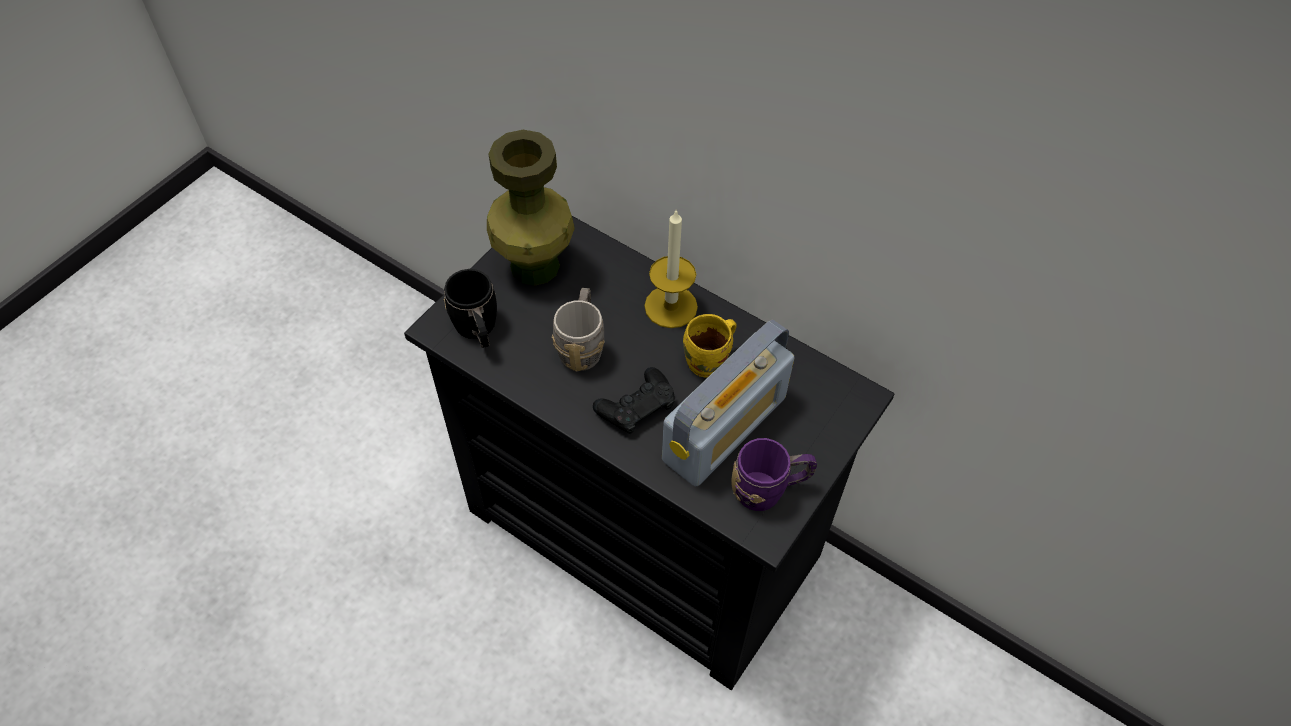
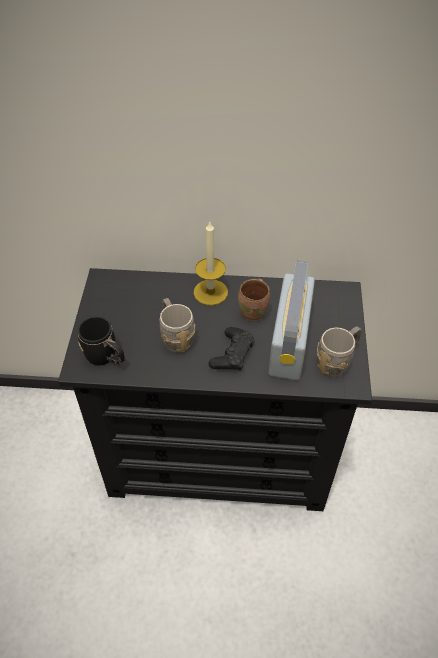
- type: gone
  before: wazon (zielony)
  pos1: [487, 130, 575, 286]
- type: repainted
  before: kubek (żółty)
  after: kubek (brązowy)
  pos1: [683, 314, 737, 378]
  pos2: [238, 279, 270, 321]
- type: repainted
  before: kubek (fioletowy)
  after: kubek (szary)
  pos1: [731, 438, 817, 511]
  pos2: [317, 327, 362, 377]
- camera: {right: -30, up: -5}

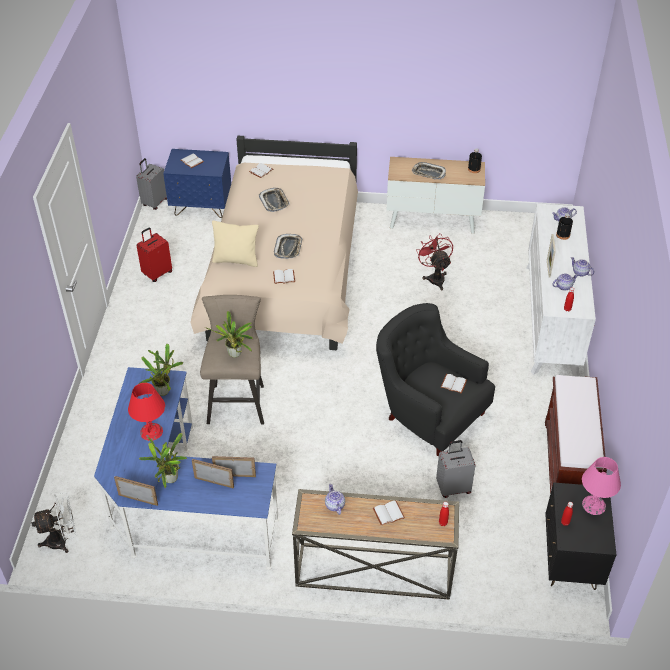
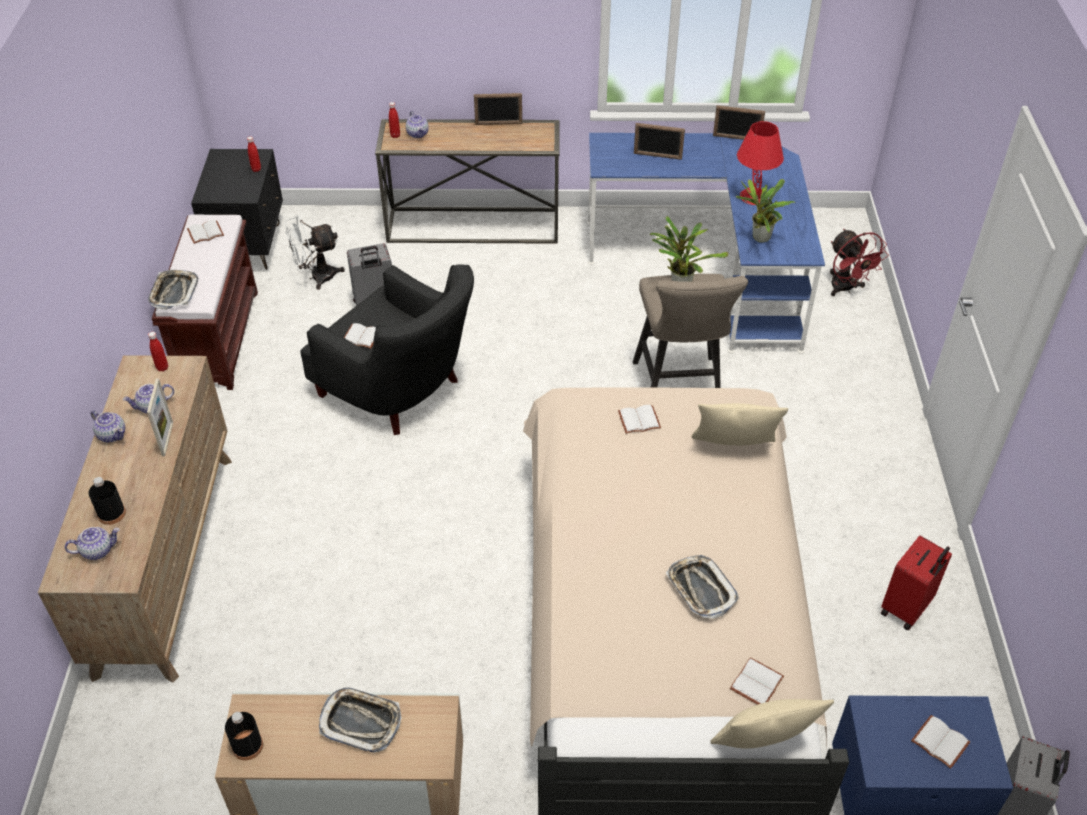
- type: gone
  before: roślina doniczkowa
  pos1: [139, 433, 187, 488]
- type: gone
  before: lampa stołowa (różowy)
  pos1: [582, 457, 621, 515]
- type: new
  after: poduszka (beżowy)
  pos2: [710, 699, 834, 749]
- type: shifted
  before: wentylator (biały)
  pos1: [31, 493, 76, 553]
  pos2: [284, 215, 345, 290]
- type: shifted
  before: ramka na zdjęcie
  pos1: [212, 456, 256, 477]
  pos2: [474, 93, 522, 125]
- type: shifted
  before: taca
  pos1: [274, 234, 303, 259]
  pos2: [148, 270, 198, 310]
- type: shifted
  before: imbryk
  pos1: [325, 484, 345, 515]
  pos2: [406, 111, 429, 138]
- type: shifted
  before: książka (biały)
  pos1: [373, 501, 405, 526]
  pos2: [187, 220, 224, 244]
- type: shifted
  before: wentylator (czerwony)
  pos1: [416, 233, 453, 290]
  pos2: [830, 229, 889, 296]
- type: repainted
  before: komoda (biały)
  after: komoda (brązowy)
  pos1: [526, 204, 596, 377]
  pos2: [38, 355, 232, 683]
- camera: {right: 175, up: 0}

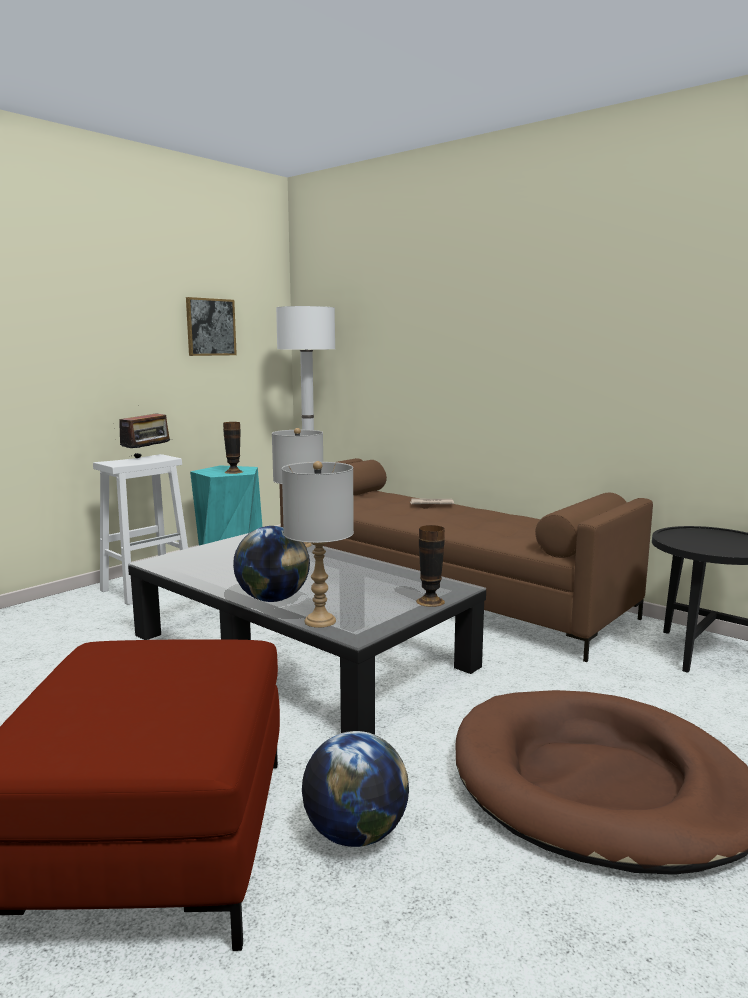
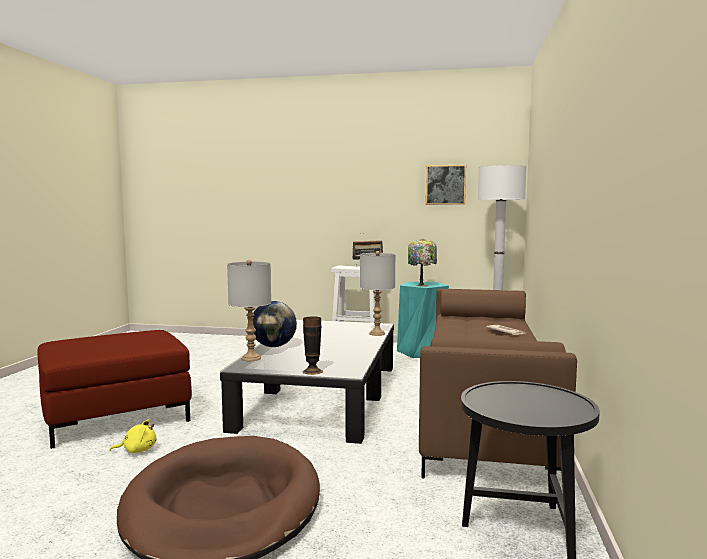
- type: swapped
  before: wazon
  after: lampa stołowa
  pos1: [223, 422, 243, 474]
  pos2: [408, 239, 437, 286]
- type: swapped
  before: globus
  after: pluszak (żółty)
  pos1: [302, 731, 409, 847]
  pos2: [109, 419, 157, 453]
- camera: {right: 60, up: -5}

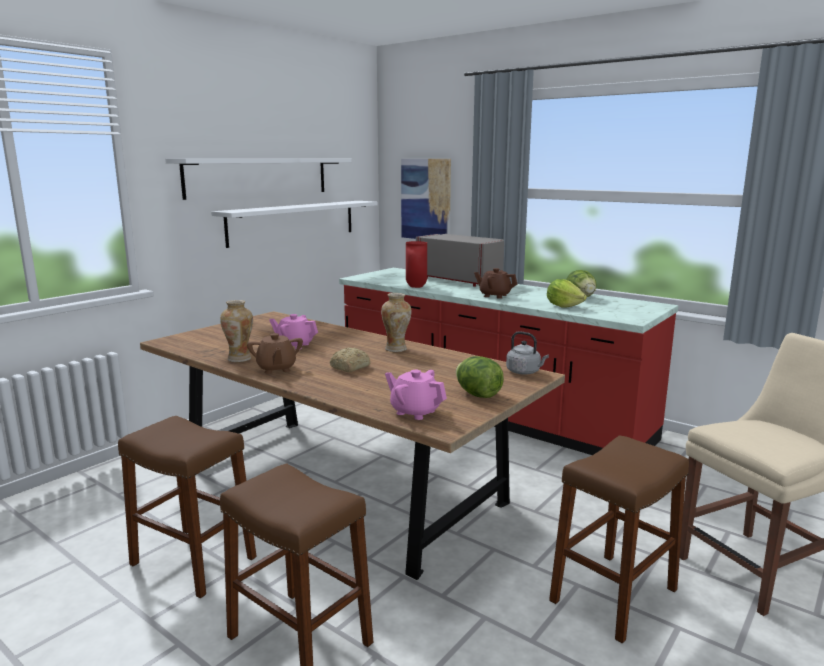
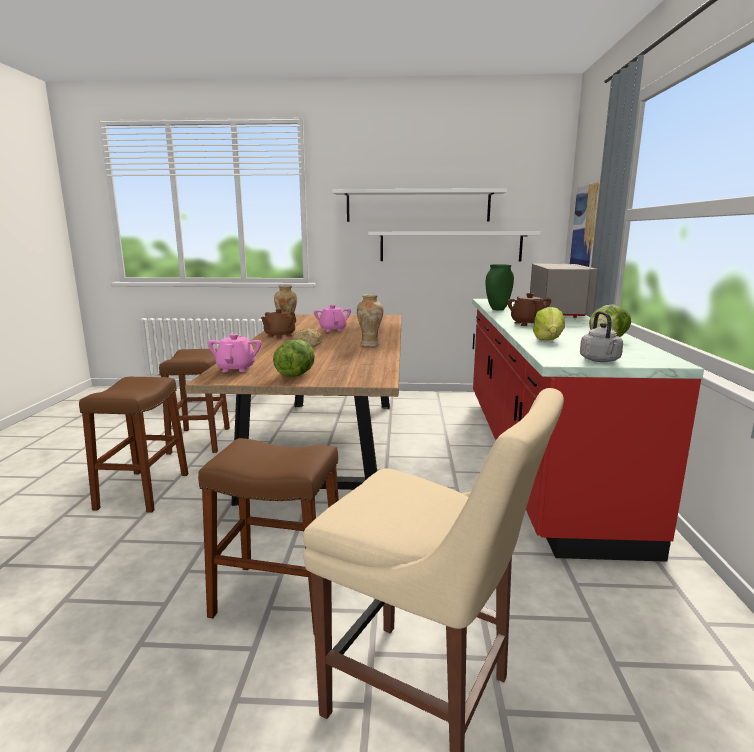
- type: shifted
  before: czajnik (szary)
  pos1: [506, 331, 549, 375]
  pos2: [580, 311, 623, 362]
- type: repainted
  before: wazon (czerwony)
  after: wazon (zielony)
  pos1: [406, 241, 427, 288]
  pos2: [485, 264, 514, 311]
- camera: {right: 55, up: 0}

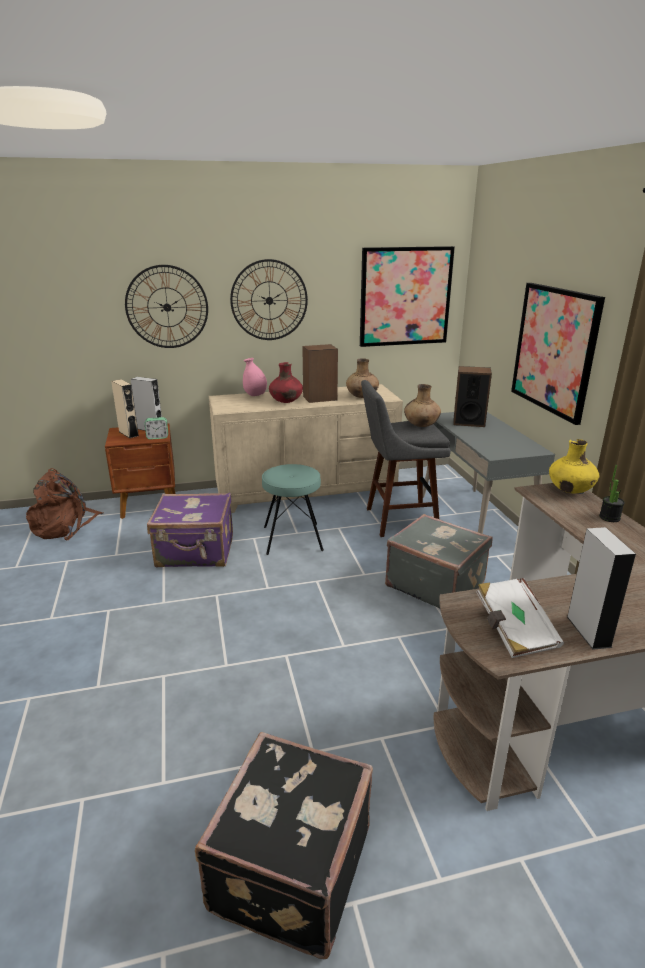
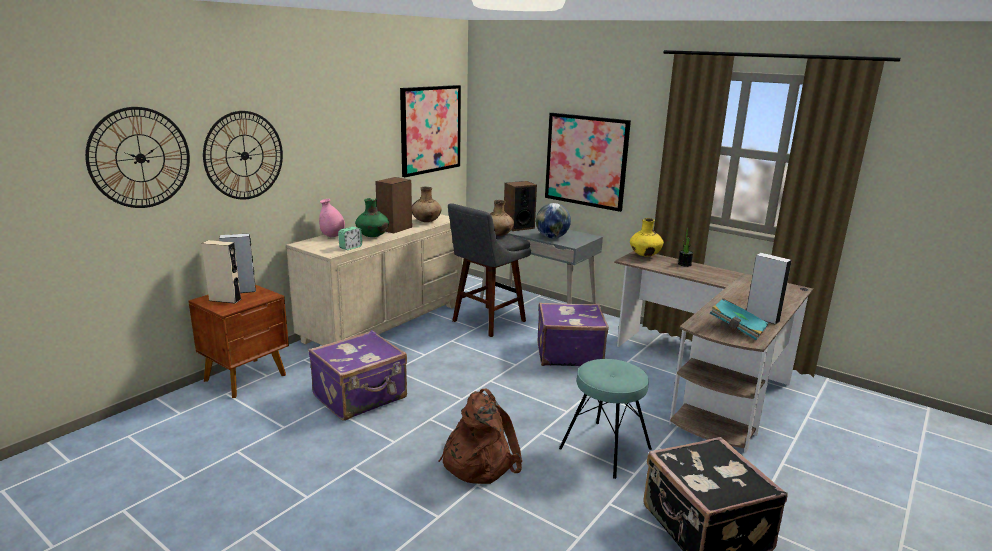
- type: new
  after: globus
  pos2: [536, 203, 571, 238]
- type: shifted
  before: plecak (brązowy)
  pos1: [26, 468, 104, 540]
  pos2: [438, 389, 522, 484]
- type: shifted
  before: budzik
  pos1: [145, 417, 168, 440]
  pos2: [338, 227, 362, 250]
- type: shifted
  before: zegar ścienny
  pos1: [230, 259, 308, 340]
  pos2: [85, 107, 190, 208]
- type: shifted
  before: stołek (turkusowy)
  pos1: [262, 464, 324, 555]
  pos2: [559, 359, 652, 479]
- type: repainted
  before: wazon (czerwony)
  after: wazon (zielony)
  pos1: [269, 362, 303, 403]
  pos2: [355, 198, 389, 237]
- type: repainted
  before: walizka (szary)
  after: walizka (fioletowy)
  pos1: [385, 514, 493, 609]
  pos2: [538, 303, 609, 366]
- type: repainted
  before: książka (biały)
  after: książka (turkusowy)
  pos1: [477, 578, 564, 658]
  pos2: [710, 298, 768, 340]
- camera: {right: -40, up: -5}

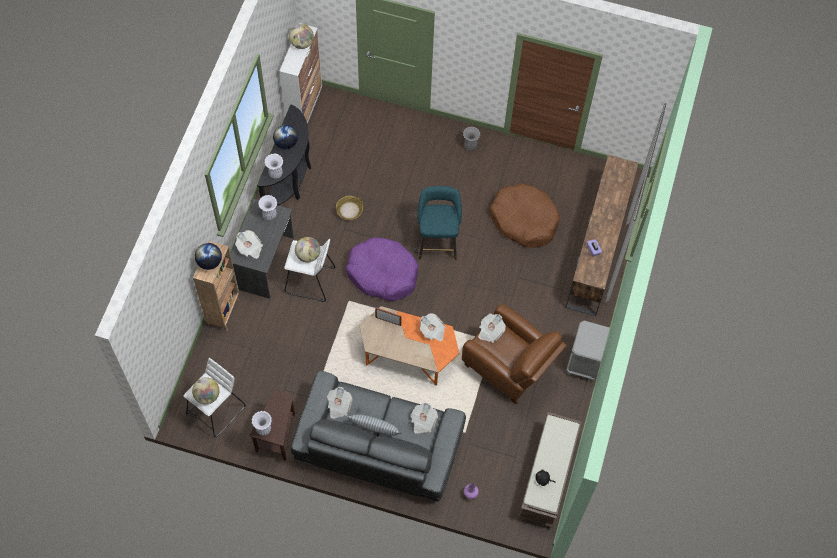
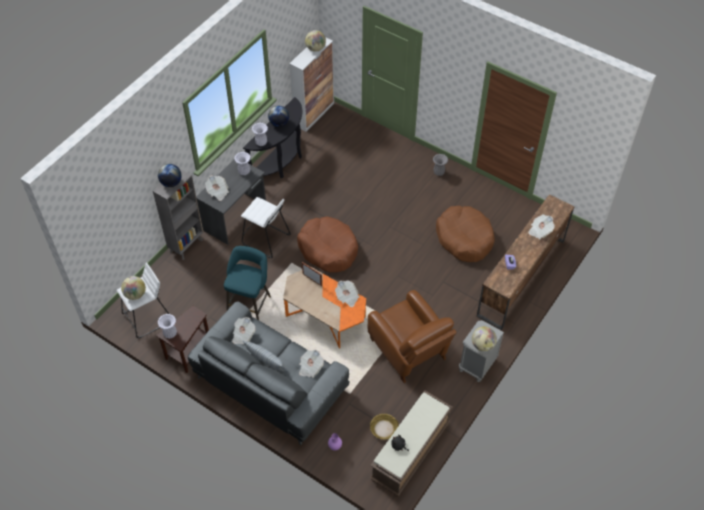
- type: shifted
  before: globus
  pos1: [295, 237, 320, 263]
  pos2: [472, 326, 497, 351]
- type: shifted
  before: koszyk
  pos1: [336, 196, 363, 220]
  pos2: [370, 414, 398, 439]
- type: shifted
  before: stołek (turkusowy)
  pos1: [417, 186, 462, 260]
  pos2: [224, 246, 271, 320]
- type: shifted
  before: gazeta
  pos1: [478, 314, 506, 343]
  pos2: [528, 214, 555, 239]
- type: repainted
  before: regał (brązowy)
  after: regał (szary)
  pos1: [193, 241, 240, 331]
  pos2: [153, 168, 203, 260]
- type: repainted
  before: legowisko (fioletowy)
  after: legowisko (brązowy)
  pos1: [346, 237, 419, 301]
  pos2: [297, 216, 358, 273]
- camera: {right: 20, up: -10}

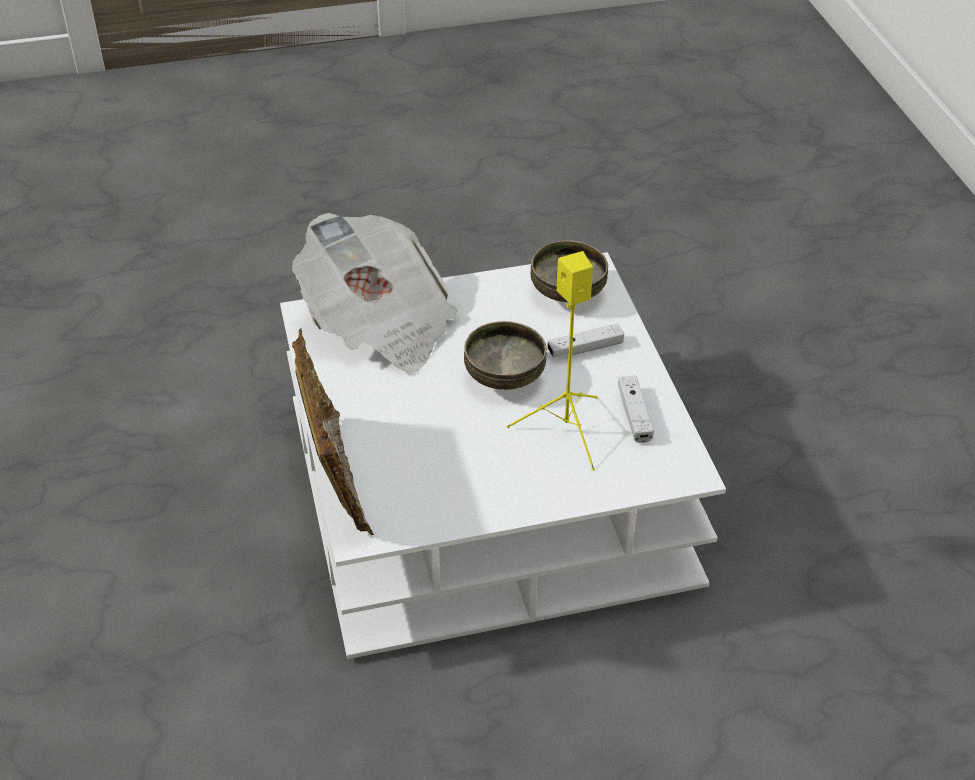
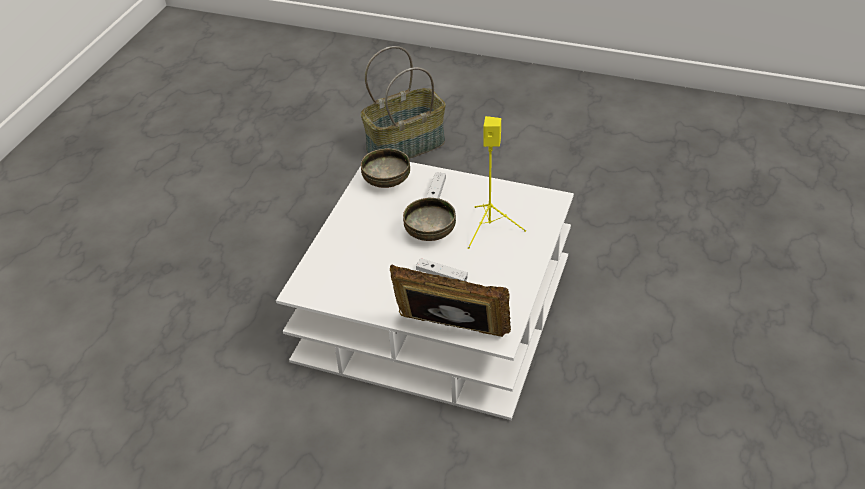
- type: gone
  before: gazeta
  pos1: [292, 213, 458, 373]
- type: new
  after: koszyk
  pos2: [361, 46, 446, 159]
- type: shifted
  before: pad do gier (biały)
  pos1: [618, 376, 654, 443]
  pos2: [416, 258, 468, 281]
- camera: {right: -55, up: 0}

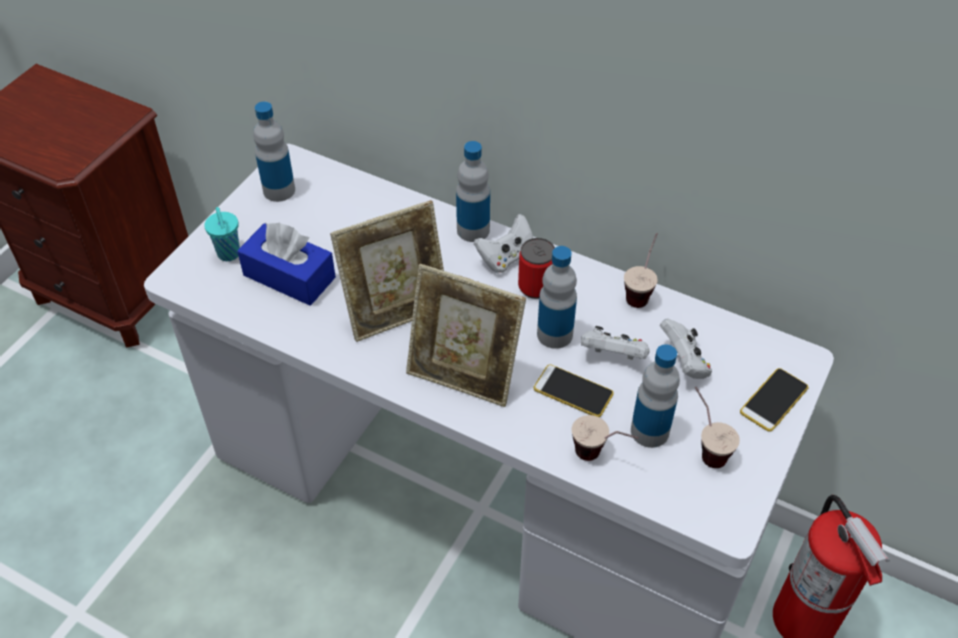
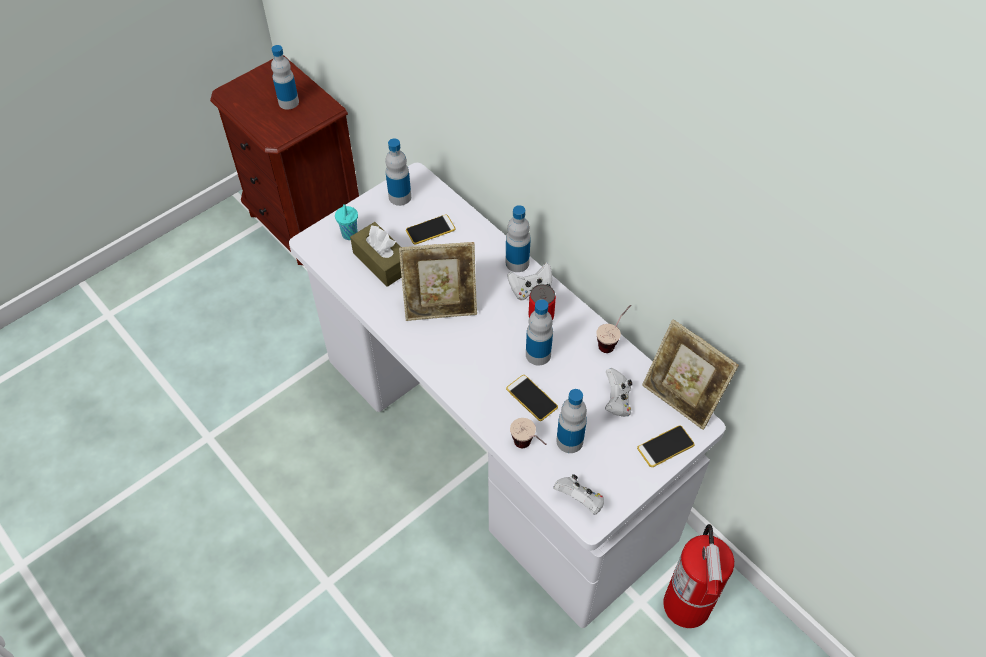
- type: gone
  before: filiżanka
  pos1: [695, 387, 740, 468]
- type: new
  after: butelka
  pos2: [271, 45, 299, 110]
- type: new
  after: telefon
  pos2: [406, 215, 456, 245]
- type: shifted
  before: ramka na zdjęcie
  pos1: [406, 264, 526, 407]
  pos2: [642, 319, 739, 430]
- type: shifted
  before: pad do gier (biały)
  pos1: [581, 326, 649, 360]
  pos2: [553, 474, 604, 515]
- type: repainted
  before: pudełko chusteczek (niebieski)
  after: pudełko chusteczek (brązowy)
  pos1: [237, 223, 336, 306]
  pos2: [350, 222, 402, 287]
- camera: {right: 20, up: 5}

